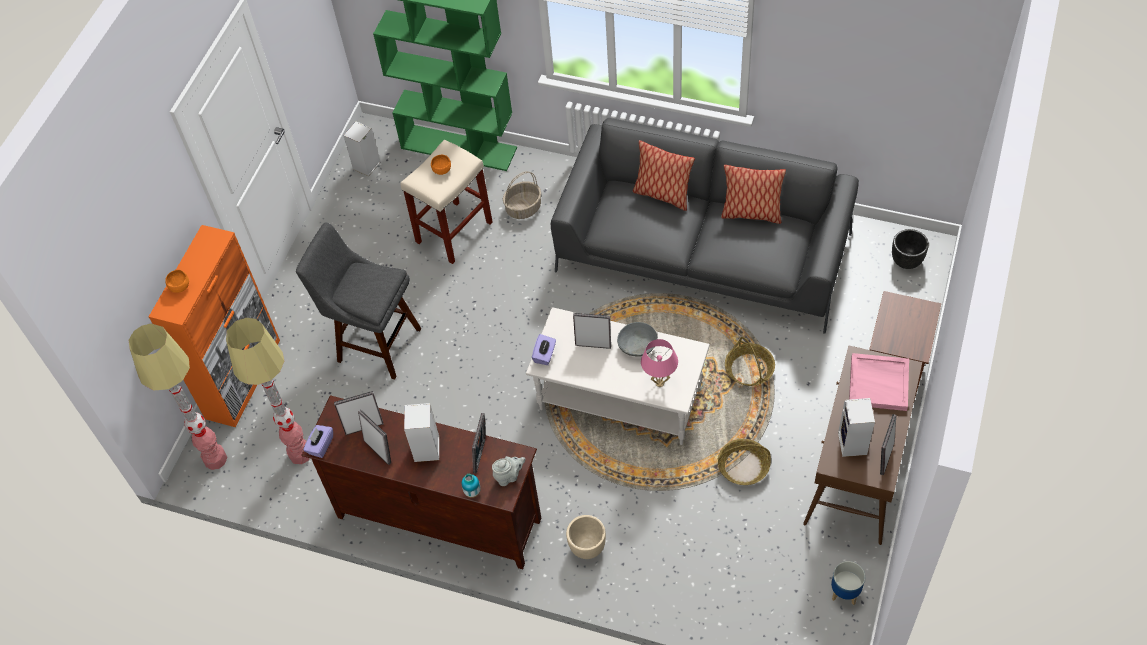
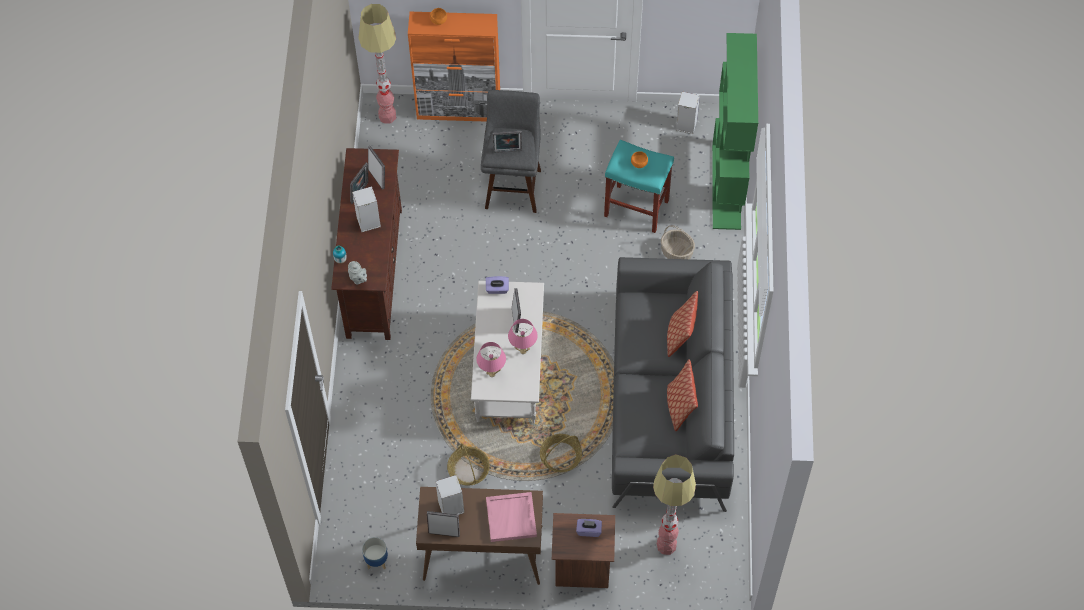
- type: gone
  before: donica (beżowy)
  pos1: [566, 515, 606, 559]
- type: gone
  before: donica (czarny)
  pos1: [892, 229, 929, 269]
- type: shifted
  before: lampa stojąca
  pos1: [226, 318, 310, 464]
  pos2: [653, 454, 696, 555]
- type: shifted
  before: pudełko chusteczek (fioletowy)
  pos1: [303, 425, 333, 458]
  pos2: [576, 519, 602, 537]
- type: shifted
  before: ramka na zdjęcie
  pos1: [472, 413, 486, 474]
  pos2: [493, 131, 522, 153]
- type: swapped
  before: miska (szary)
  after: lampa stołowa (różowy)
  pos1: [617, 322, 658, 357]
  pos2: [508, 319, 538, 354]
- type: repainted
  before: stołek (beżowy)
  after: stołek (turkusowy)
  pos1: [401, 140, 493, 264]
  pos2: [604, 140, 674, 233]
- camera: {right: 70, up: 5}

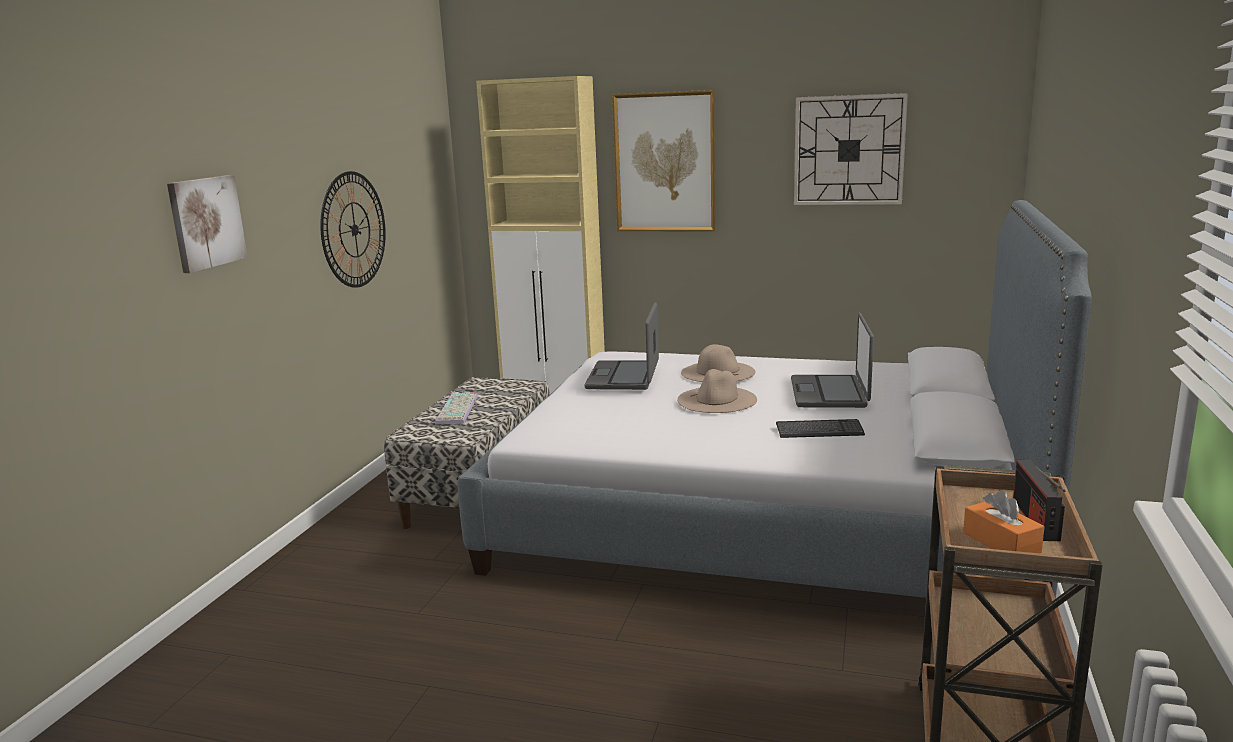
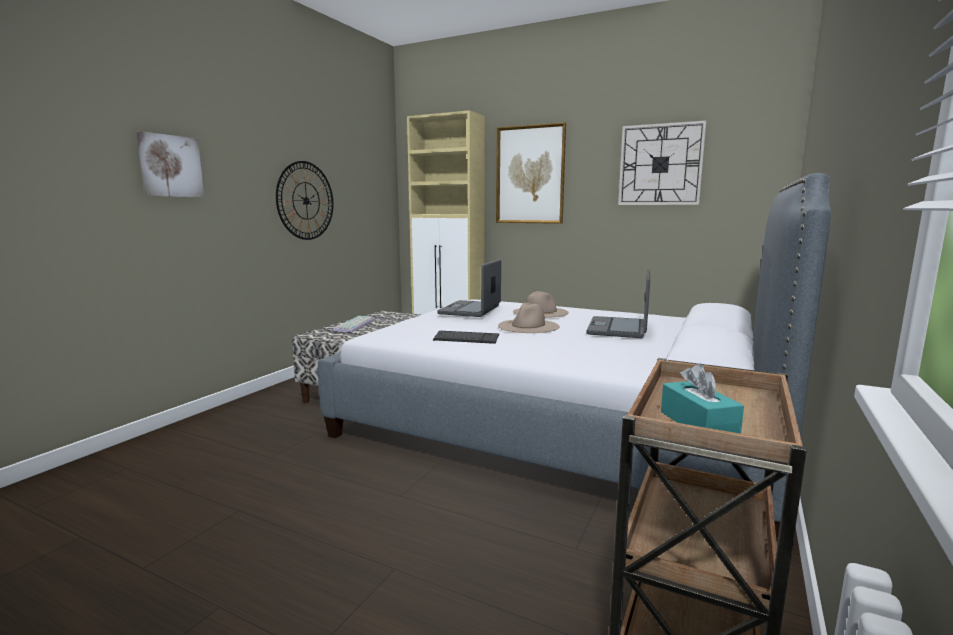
- type: gone
  before: radio
  pos1: [1013, 460, 1066, 541]
- type: shifted
  before: klawiatura
  pos1: [776, 419, 865, 438]
  pos2: [433, 331, 499, 344]
- type: repainted
  before: pudełko chusteczek (pomarańczowy)
  after: pudełko chusteczek (turkusowy)
  pos1: [963, 490, 1045, 553]
  pos2: [661, 364, 744, 434]
- camera: {right: 10, up: -5}

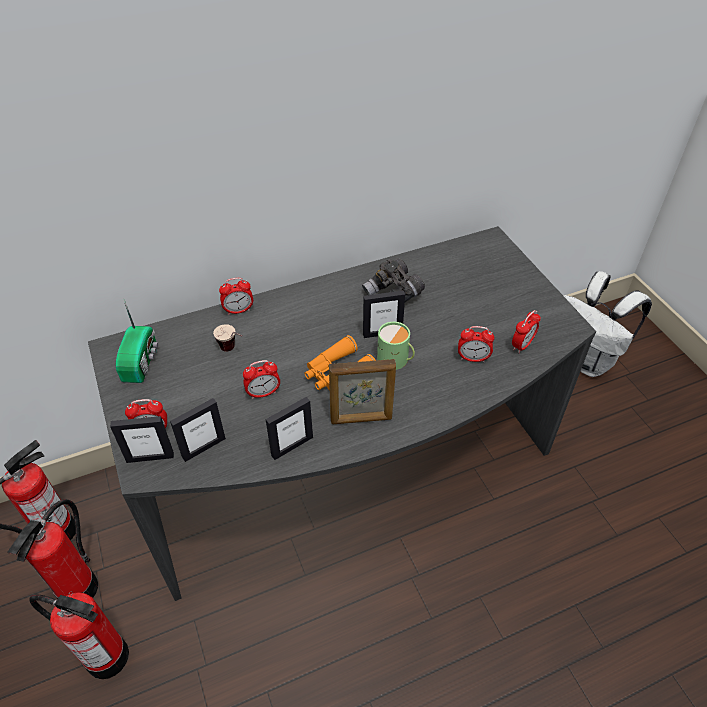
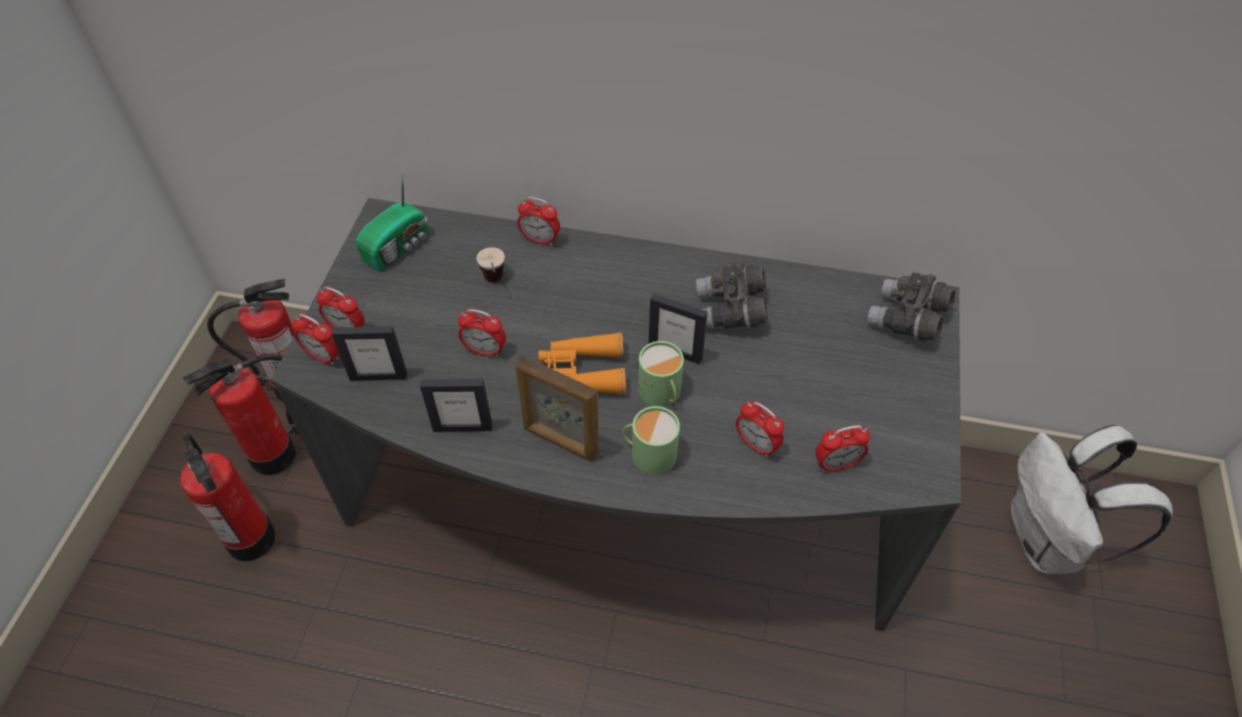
- type: new
  after: kubek (zielony)
  pos2: [622, 406, 680, 475]
- type: new
  after: lornetka (szary)
  pos2: [868, 272, 955, 341]
- type: swapped
  before: ramka na zdjęcie
  after: budzik
  pos1: [110, 416, 174, 463]
  pos2: [292, 314, 339, 365]
- camera: {right: 35, up: 5}

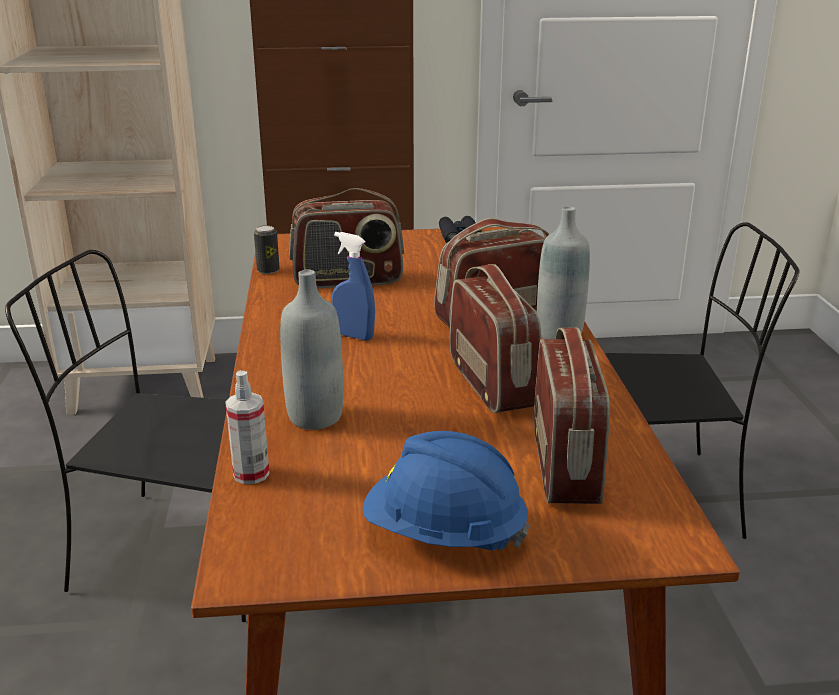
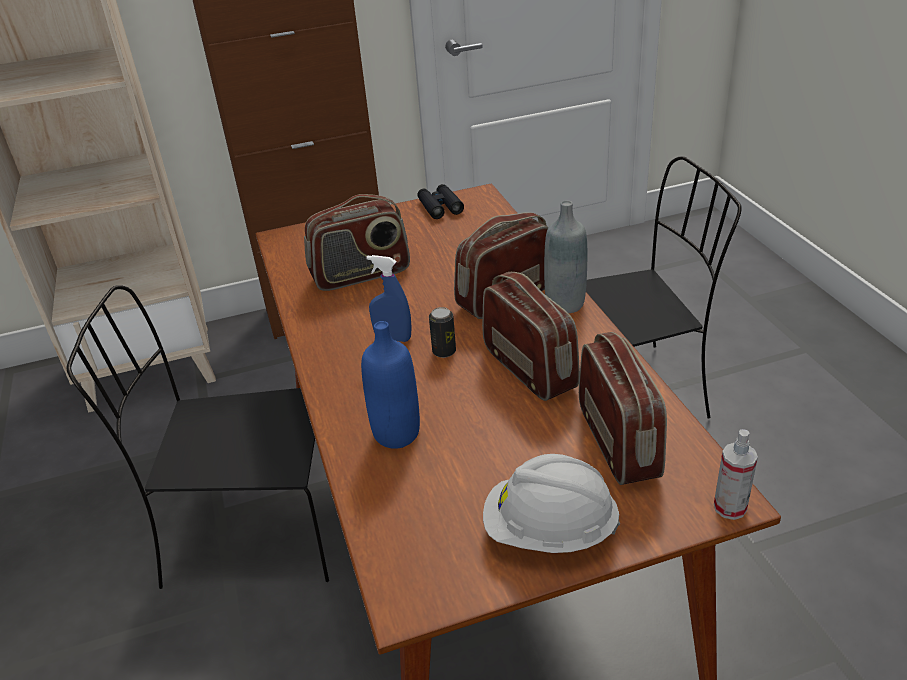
- type: shifted
  before: spryskiwacz
  pos1: [225, 370, 270, 484]
  pos2: [714, 429, 758, 520]
- type: shifted
  before: puszka
  pos1: [254, 225, 280, 274]
  pos2: [429, 307, 456, 358]
- type: repainted
  before: butelka (szary)
  after: butelka (niebieski)
  pos1: [280, 269, 343, 430]
  pos2: [361, 321, 420, 449]
- type: repainted
  before: kask (niebieski)
  after: kask (biały)
  pos1: [362, 431, 530, 551]
  pos2: [483, 454, 620, 553]
- camera: {right: -10, up: 10}

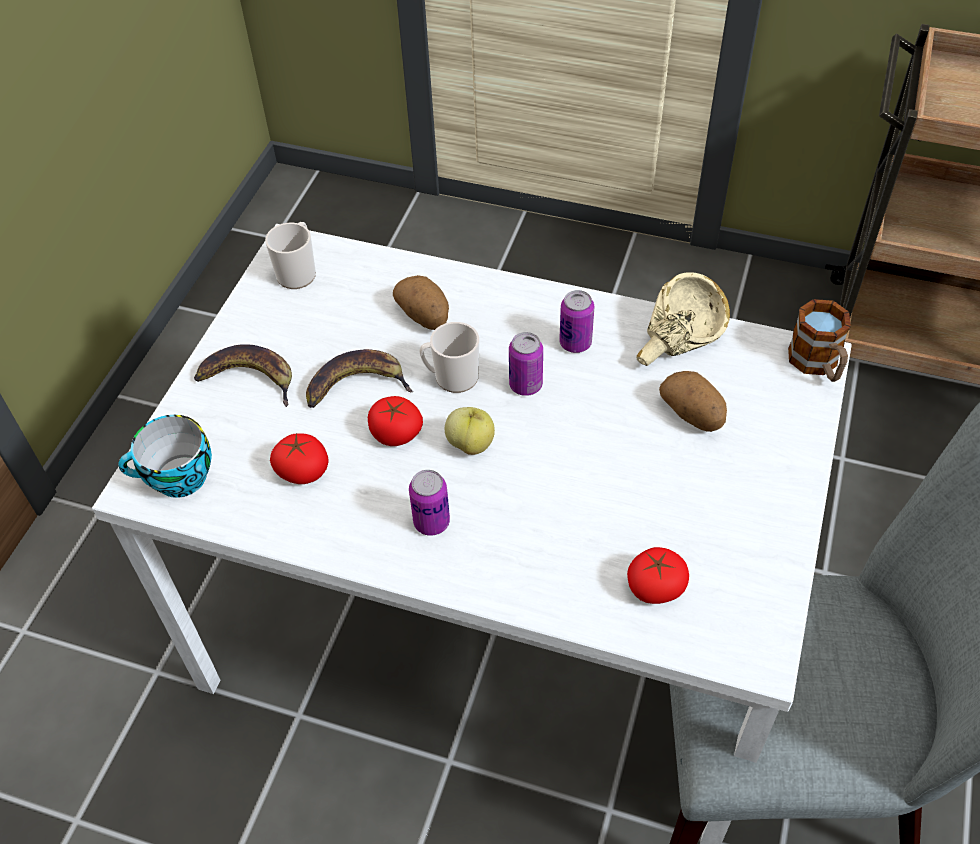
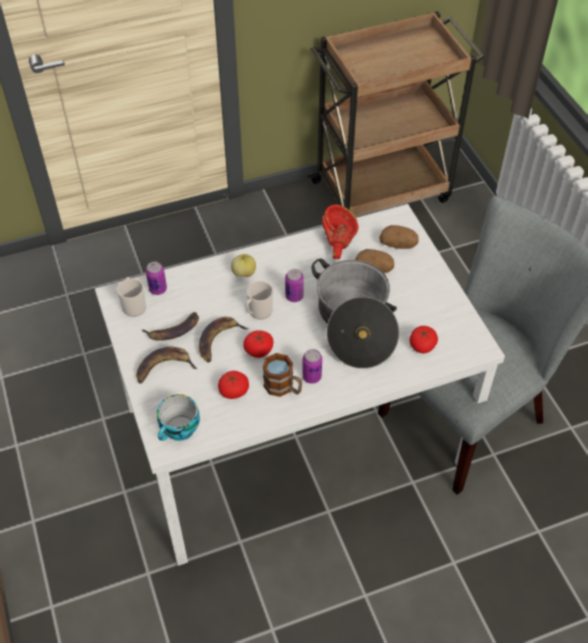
- type: new
  after: banan
  pos2: [141, 312, 199, 341]
- type: new
  after: garnek
  pos2: [311, 259, 399, 369]
- type: shifted
  before: ziemniak
  pos1: [393, 275, 449, 330]
  pos2: [380, 225, 418, 249]
- type: shifted
  before: jabłko
  pos1: [445, 407, 495, 455]
  pos2: [231, 254, 256, 277]
- type: shifted
  before: puszka
  pos1: [559, 290, 594, 353]
  pos2: [146, 262, 167, 295]
- type: shifted
  before: kubek
  pos1: [788, 299, 851, 382]
  pos2: [263, 353, 302, 397]
- type: repainted
  before: miska (beżowy)
  after: miska (czerwony)
  pos1: [636, 272, 730, 366]
  pos2: [322, 205, 358, 259]
- camera: {right: -40, up: 0}

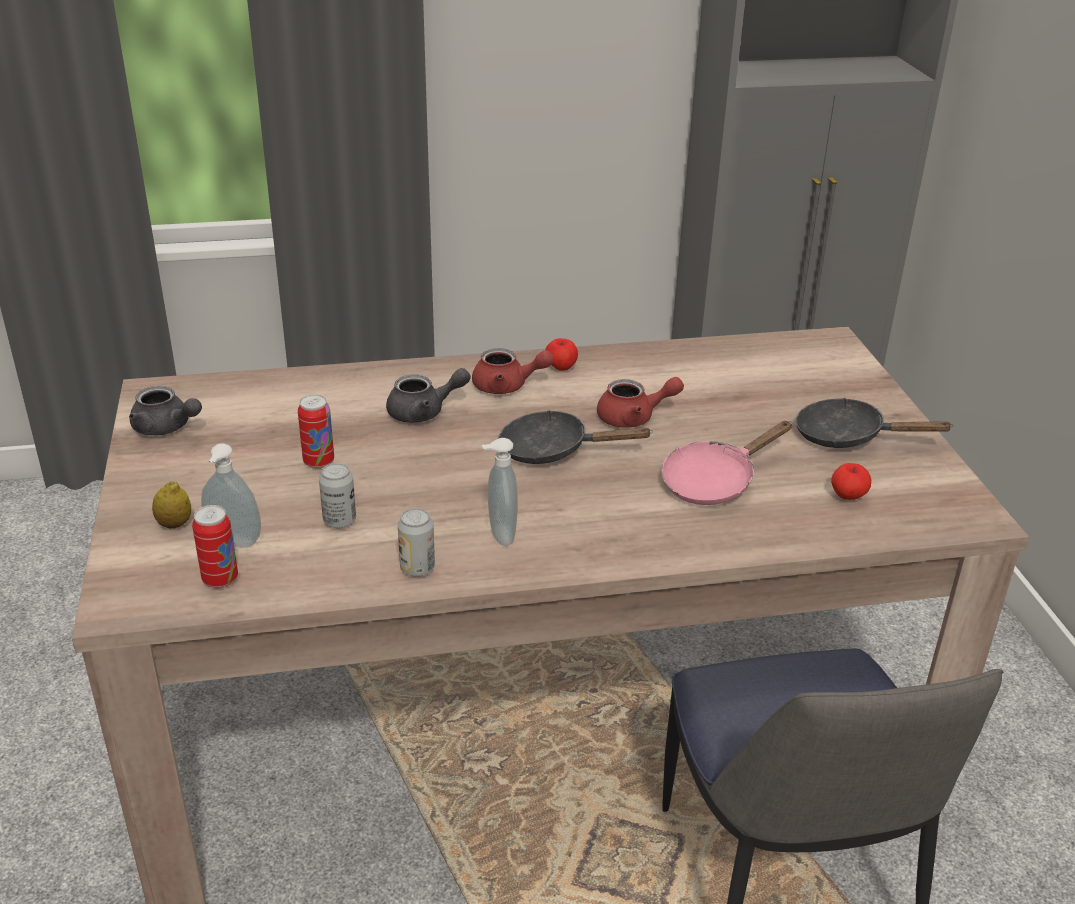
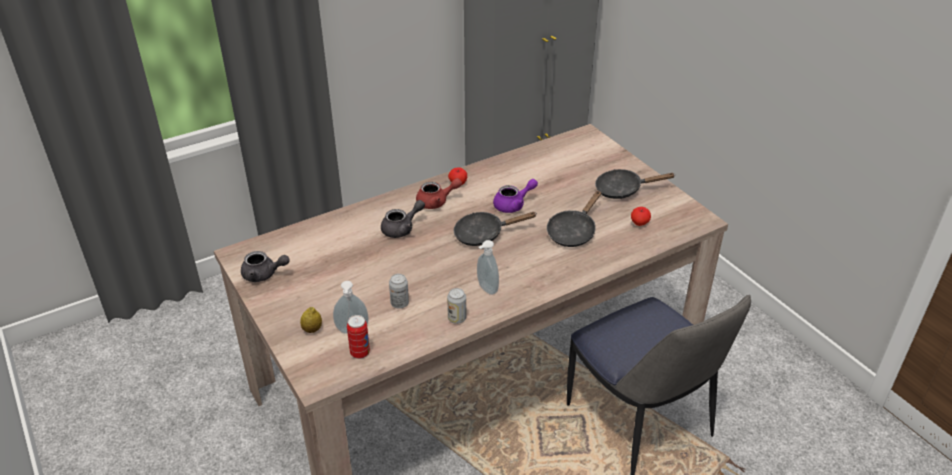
- type: gone
  before: puszka
  pos1: [298, 394, 334, 469]
- type: repainted
  before: imbryk (czerwony)
  after: imbryk (fioletowy)
  pos1: [597, 377, 684, 428]
  pos2: [493, 179, 538, 213]
- type: repainted
  before: patelnia (różowy)
  after: patelnia (czarny)
  pos1: [661, 421, 792, 505]
  pos2: [547, 191, 601, 247]
- camera: {right: -20, up: 5}

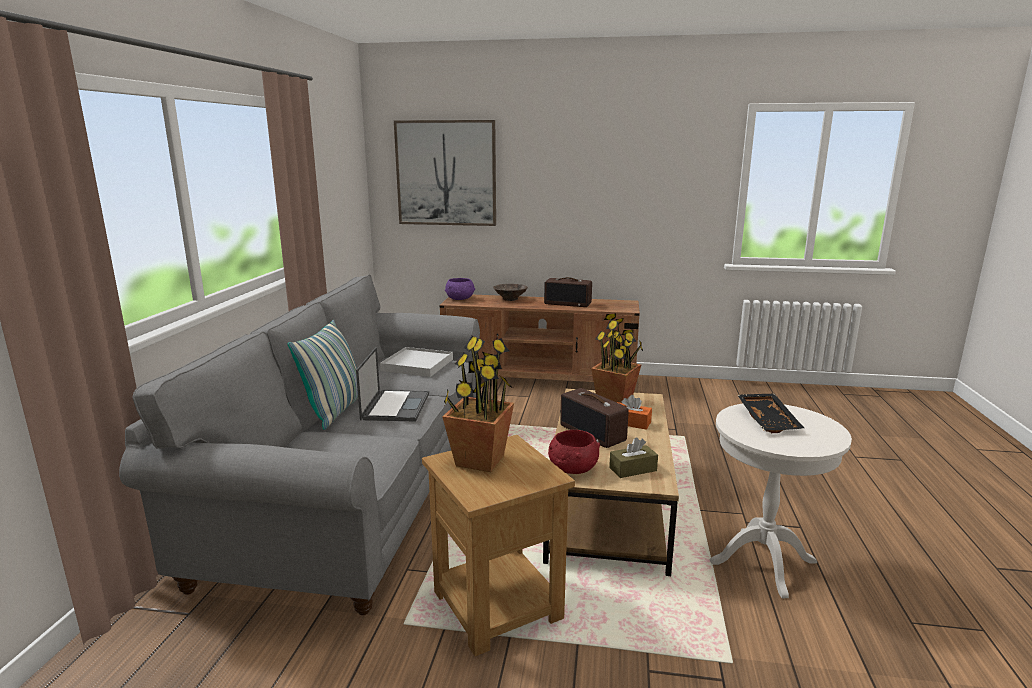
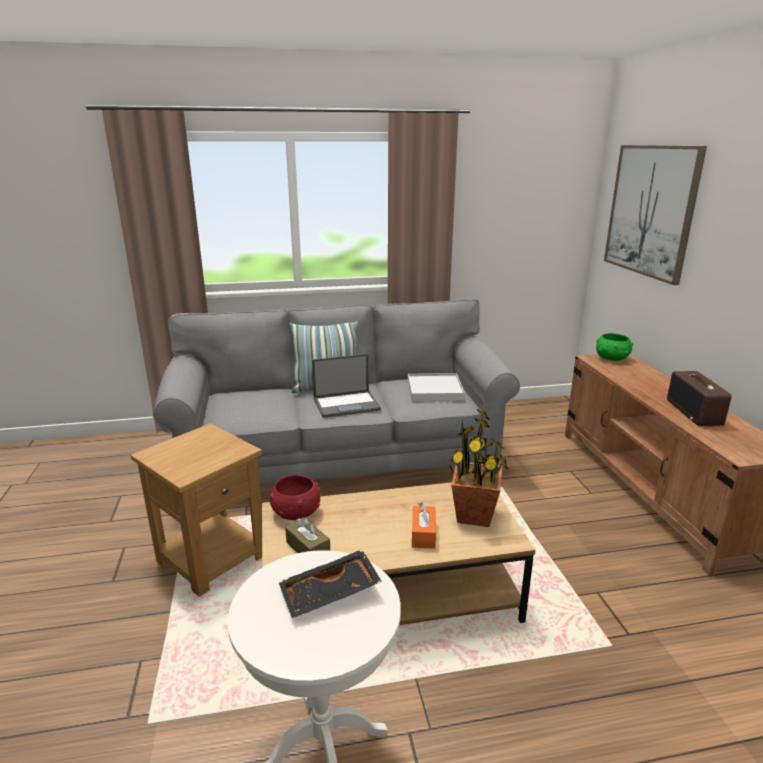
- type: gone
  before: roślina doniczkowa
  pos1: [442, 336, 514, 472]
- type: gone
  before: miska (brązowy)
  pos1: [493, 284, 528, 301]
- type: gone
  before: radio
  pos1: [560, 388, 629, 448]
- type: repainted
  before: miska (fioletowy)
  after: miska (zielony)
  pos1: [445, 278, 475, 300]
  pos2: [596, 333, 633, 361]
- camera: {right: 70, up: 5}

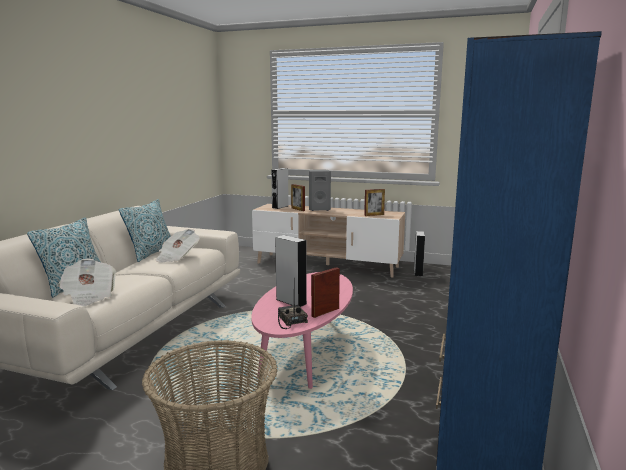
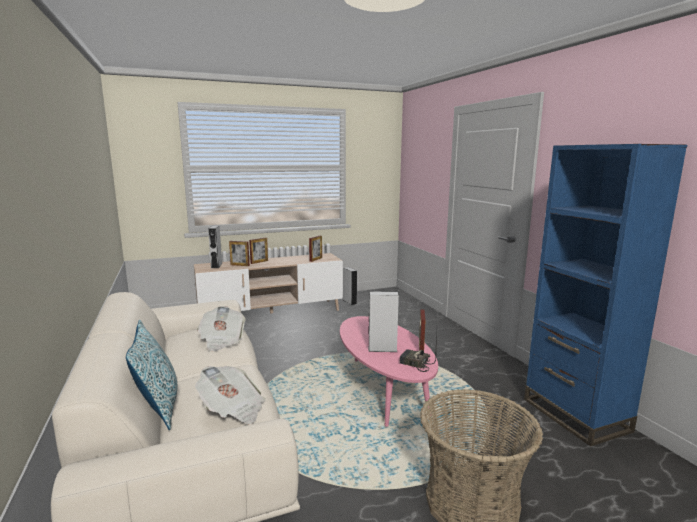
- type: gone
  before: poduszka
  pos1: [119, 199, 171, 262]
- type: swapped
  before: głośnik (szary)
  after: ramka na zdjęcie
  pos1: [309, 169, 331, 211]
  pos2: [249, 238, 268, 264]
- camera: {right: -40, up: 0}

